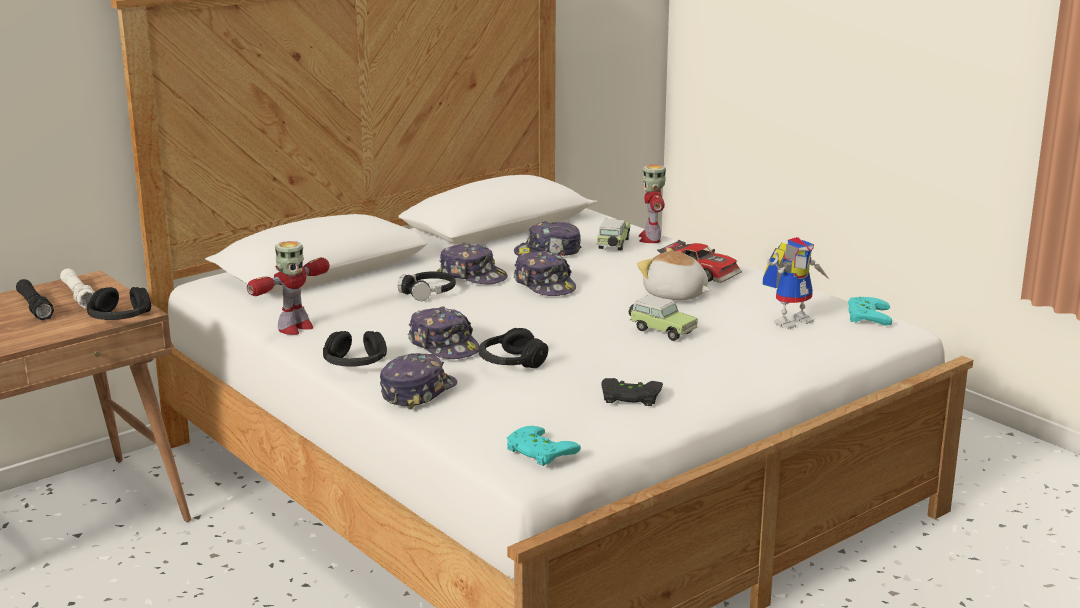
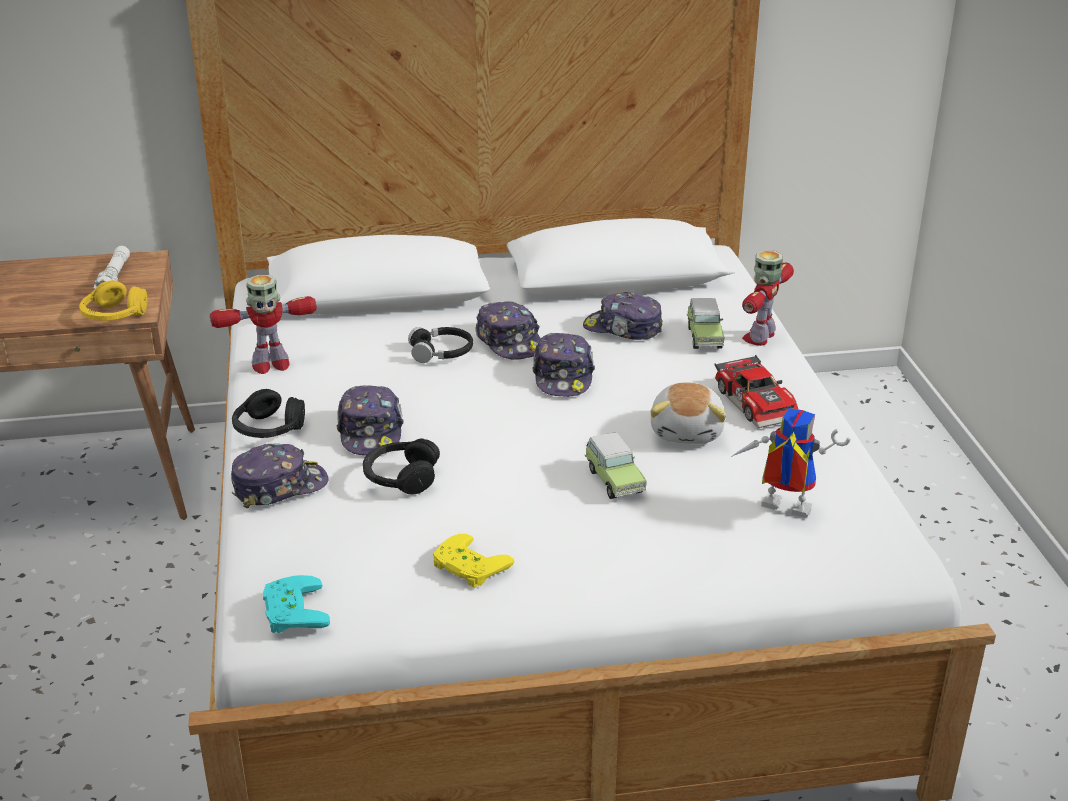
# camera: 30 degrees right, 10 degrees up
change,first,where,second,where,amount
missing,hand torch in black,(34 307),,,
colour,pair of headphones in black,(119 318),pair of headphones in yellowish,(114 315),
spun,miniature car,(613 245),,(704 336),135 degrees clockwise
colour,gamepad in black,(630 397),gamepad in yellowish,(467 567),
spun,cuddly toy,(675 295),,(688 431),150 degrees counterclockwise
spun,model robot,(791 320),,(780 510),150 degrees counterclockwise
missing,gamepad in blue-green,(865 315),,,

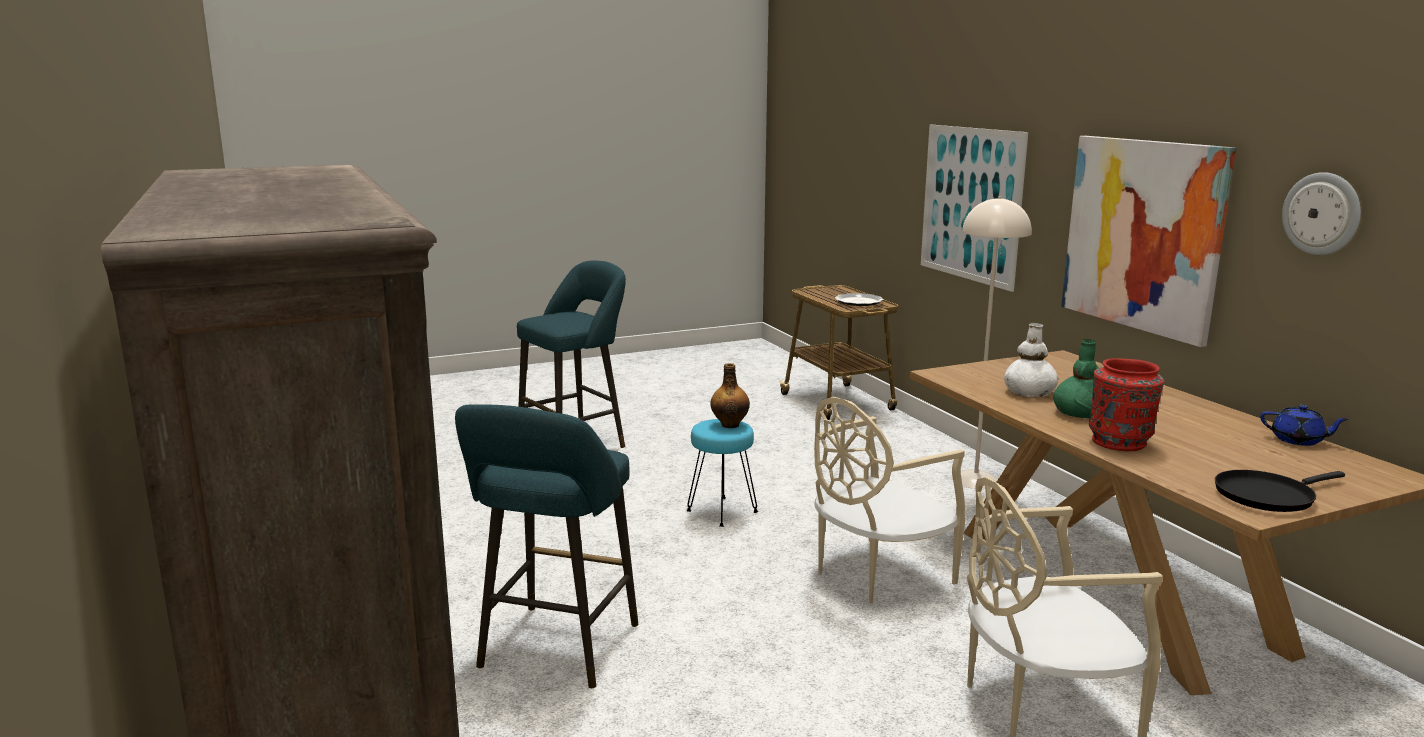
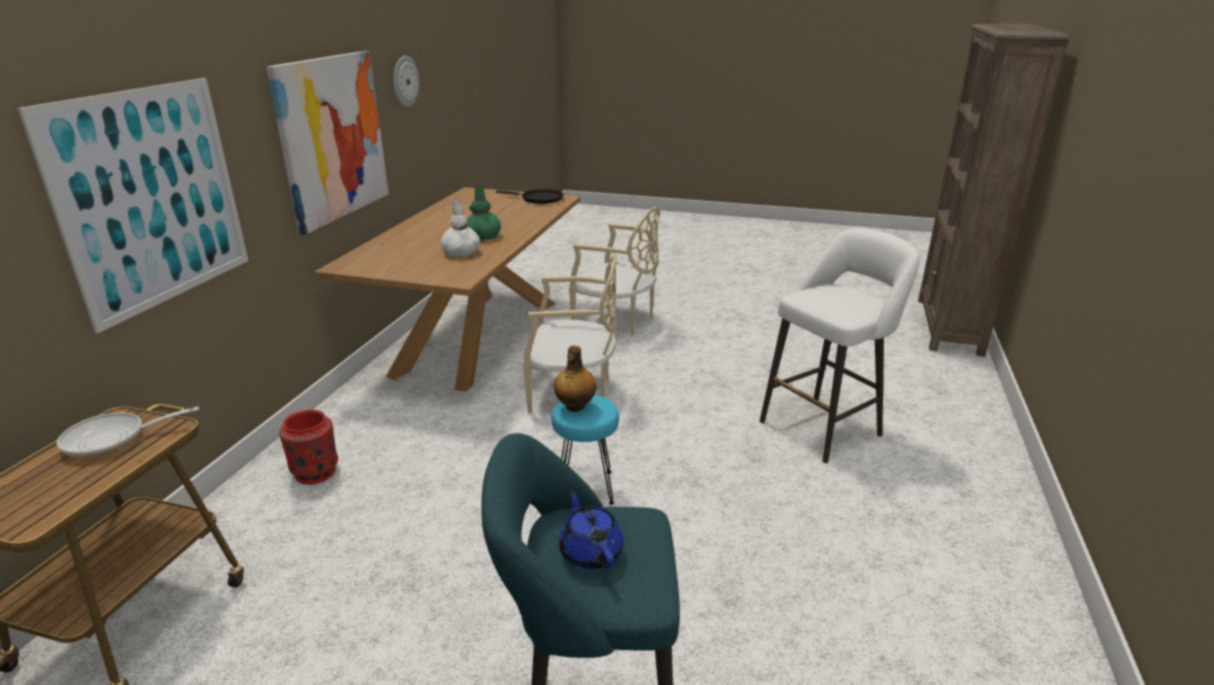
# camera: 140 degrees left, 10 degrees up
change,first,where,second,where,amount
colour,sitting stool in blue-green,(555 650),sitting stool in whitish,(825 426),
exchanged,plate,(858 301),skillet,(112 439),
missing,standing lamp in beige,(976 480),,,
relocated,vase in red,(1120 442),,(315 472),
relocated,pot for tea in bluish,(1298 440),,(591 551),

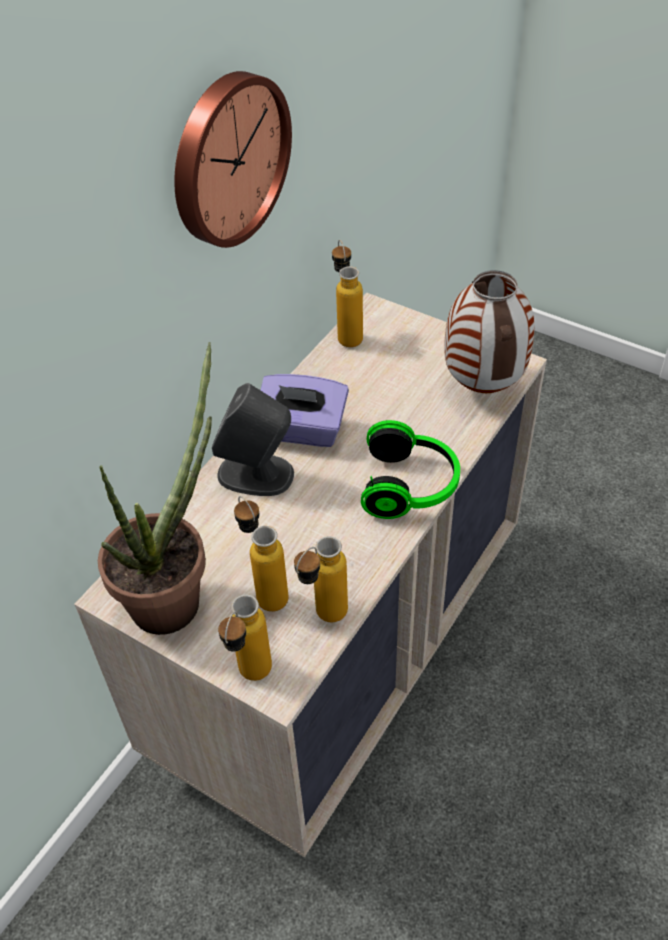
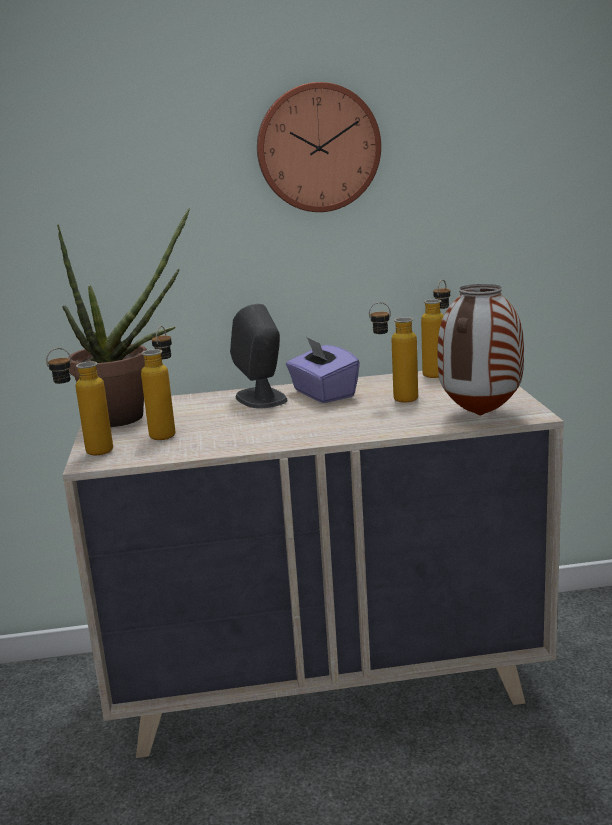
# camera: 50 degrees right, 30 degrees down
change,first,where,second,where,amount
relocated,beverage bottle,(323 619),,(395 400),
missing,pair of headphones,(411 486),,,

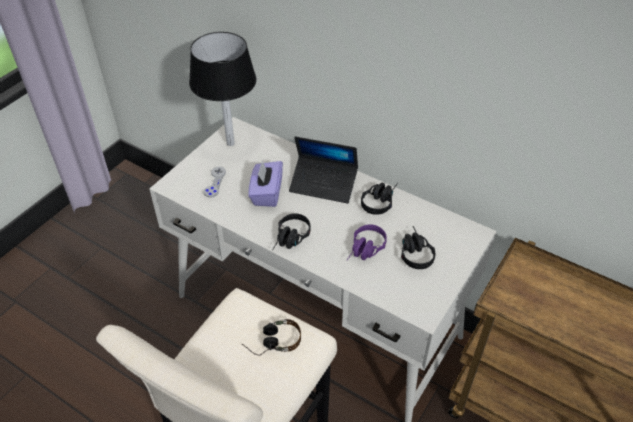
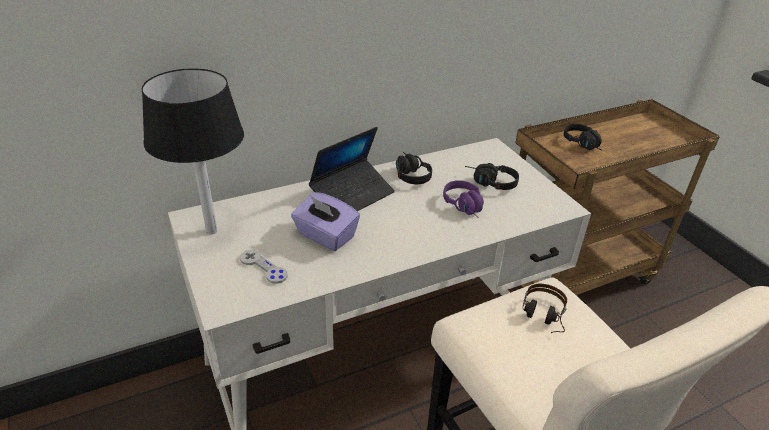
# camera: 60 degrees left, 10 degrees down
change,first,where,second,where,amount
relocated,pair of headphones in black,(290 240),,(584 145),

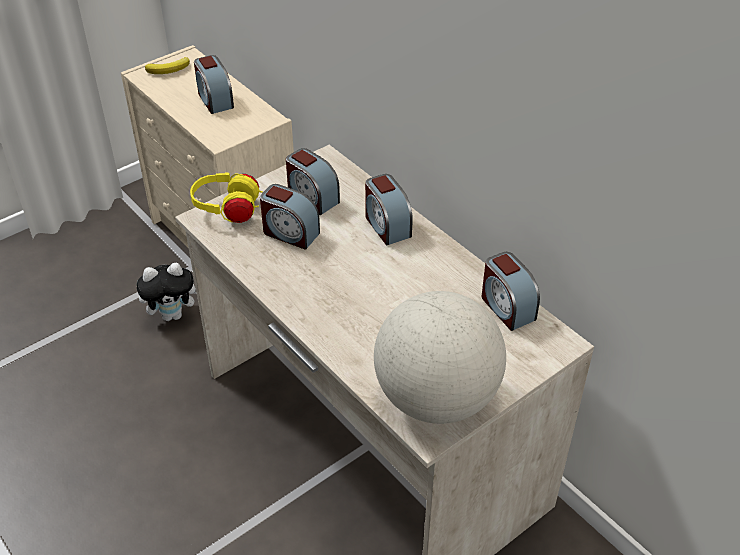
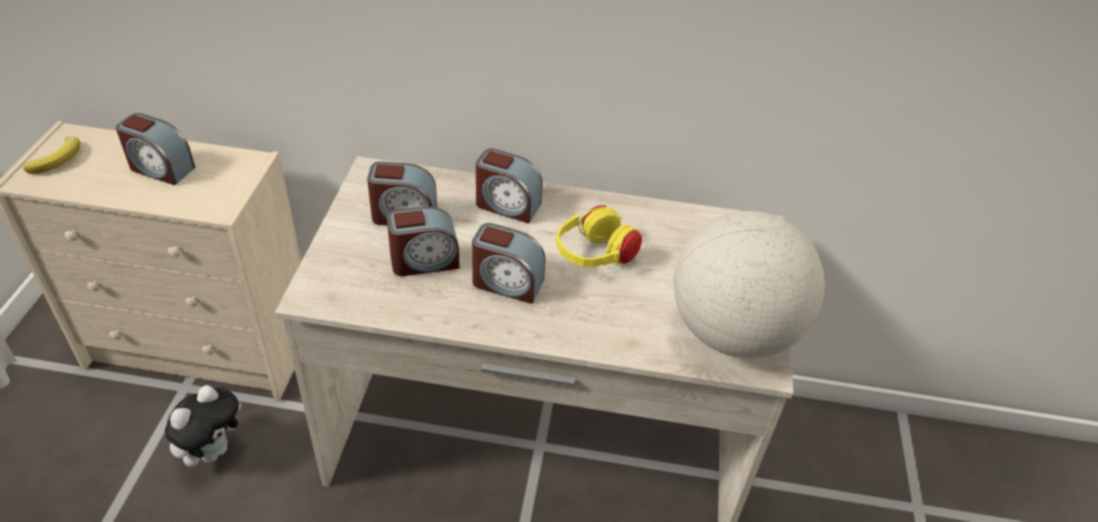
# camera: 45 degrees left, 0 degrees up
change,first,where,second,where,amount
relocated,pair of headphones in yellowish,(228 210),,(595 256),
relocated,alarm clock,(506 307),,(507 283),

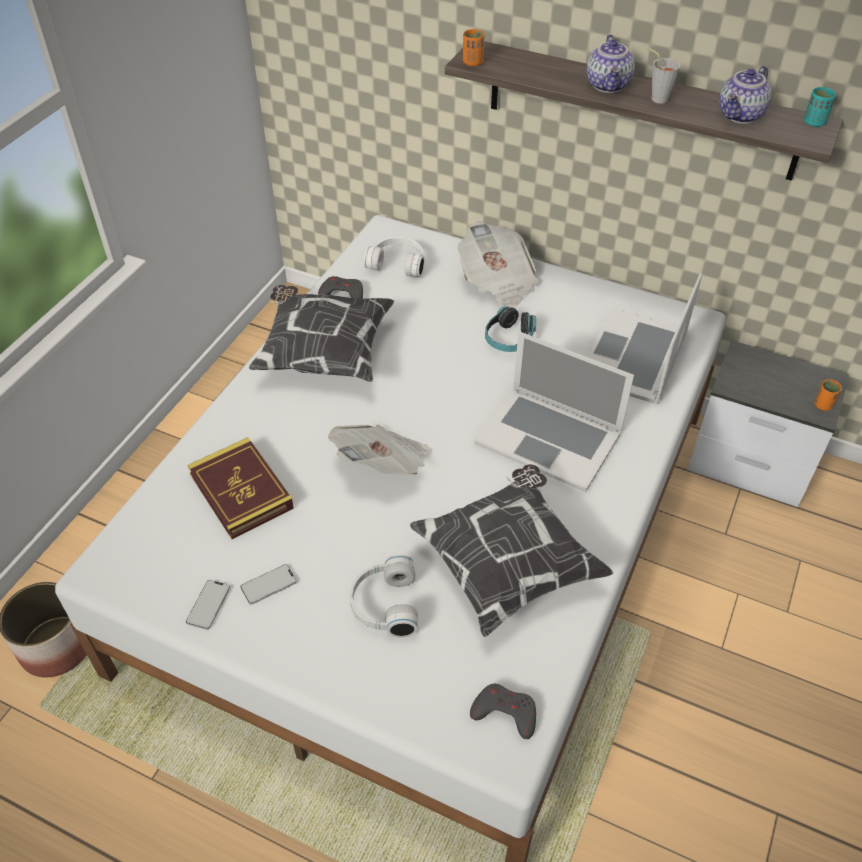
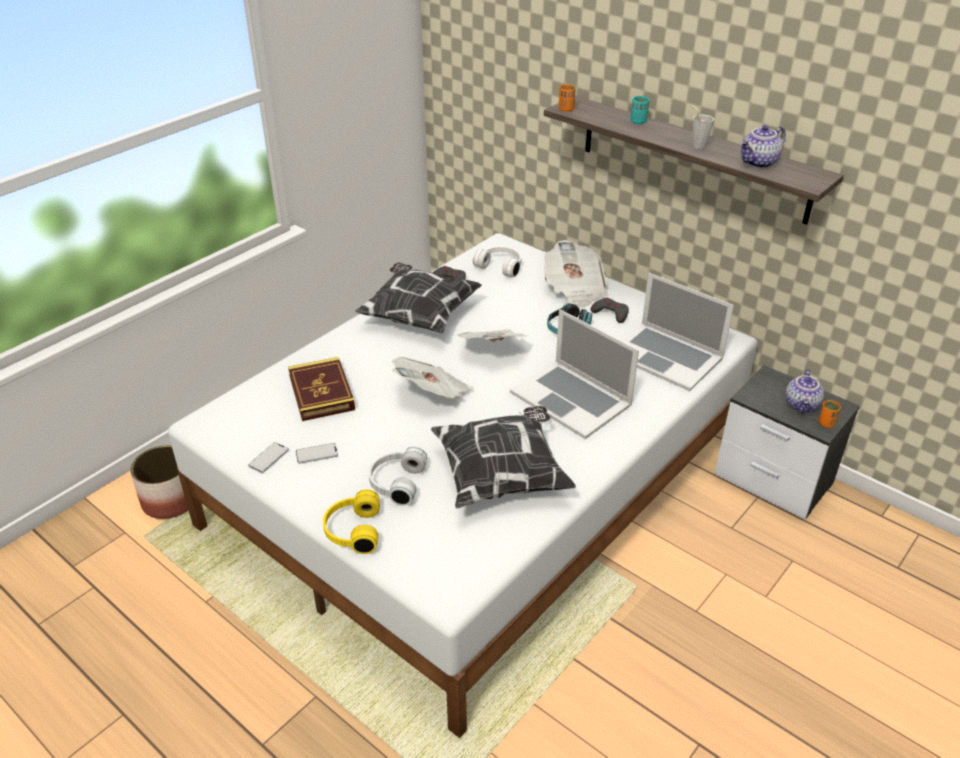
# camera: 15 degrees right, 10 degrees down
change,first,where,second,where,amount
relocated,gamepad in greyish,(505 712),,(610 313),
relocated,pot for tea,(609 85),,(802 405),
spun,notebook computer,(634 356),,(665 356),90 degrees counterclockwise
relocated,small cup in blue-green,(814 122),,(638 121),
appeared,,,pair of headphones in yellowish,(352 530),
appeared,,,daily paper,(493 350),

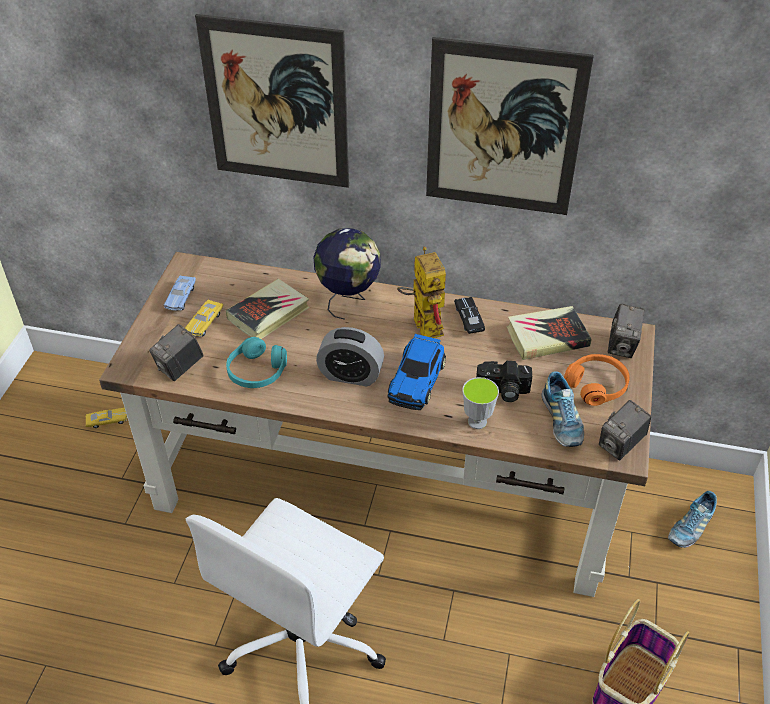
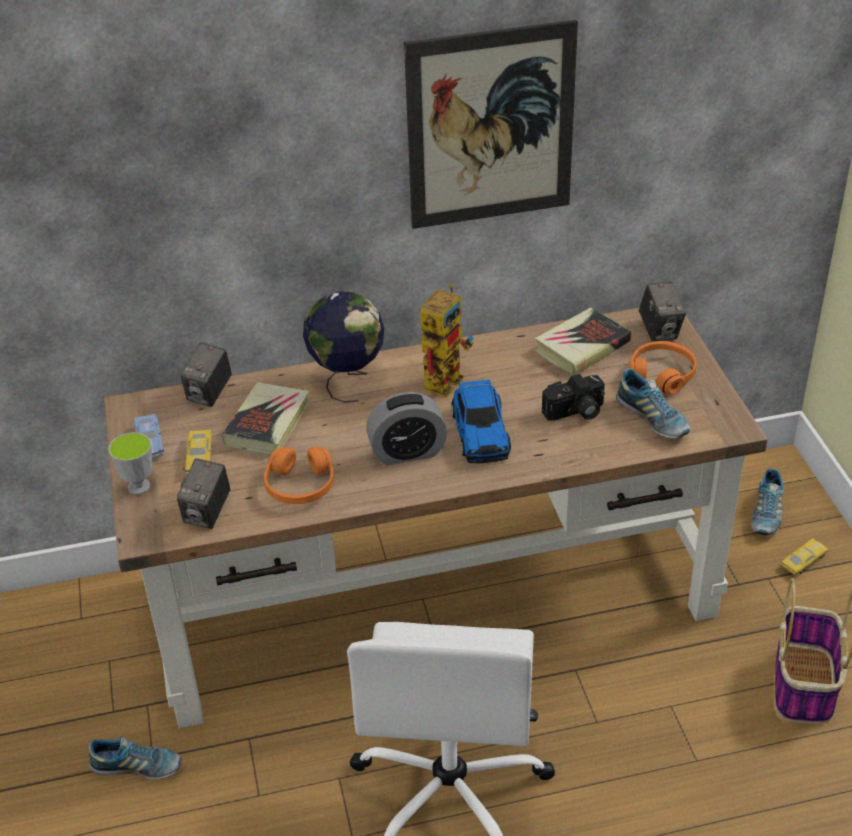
# camera: 25 degrees left, 5 degrees down
change,first,where,second,where,amount
relocated,miniature car in yellowish,(107 421),,(803 561),
missing,picture,(276 104),,,
colour,pair of headphones in blue-green,(256 371),pair of headphones in orangey,(300 485),
spun,model robot,(422 323),,(445 377),75 degrees clockwise
missing,miniature car in black,(469 319),,,
relocated,small cup,(477 422),,(139 487),
relocated,still camera,(620 445),,(209 394),
appeared,,,shoe,(137 767),

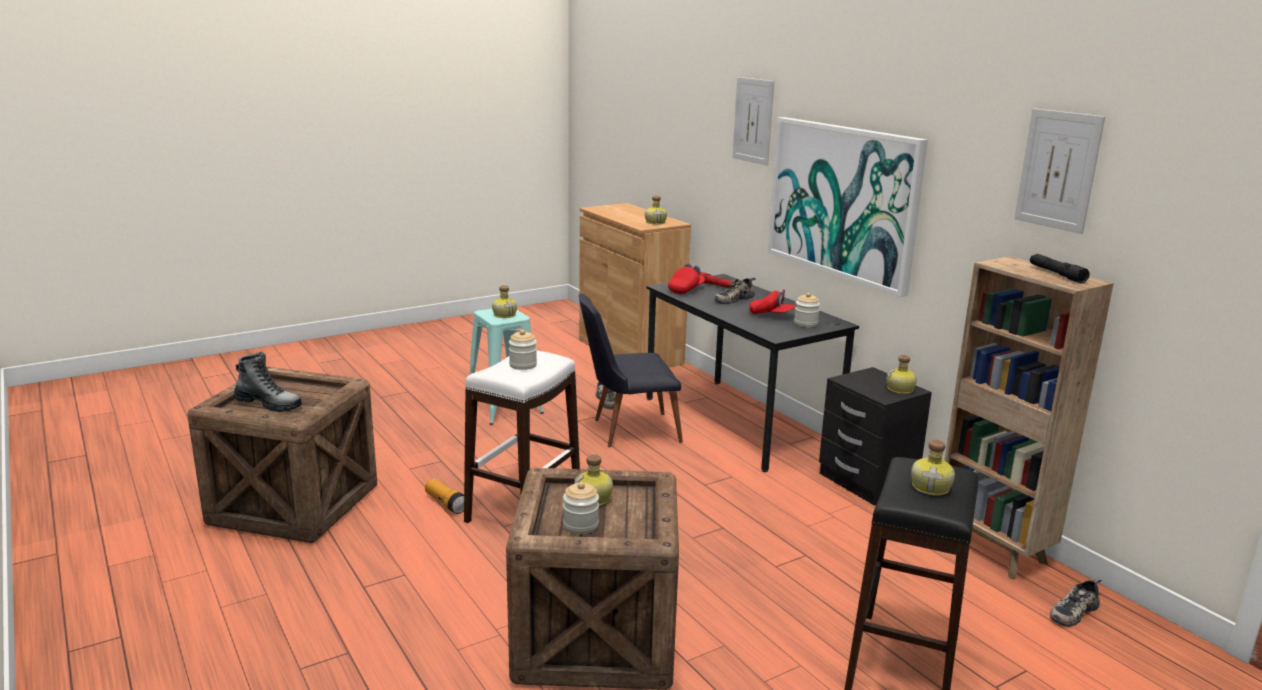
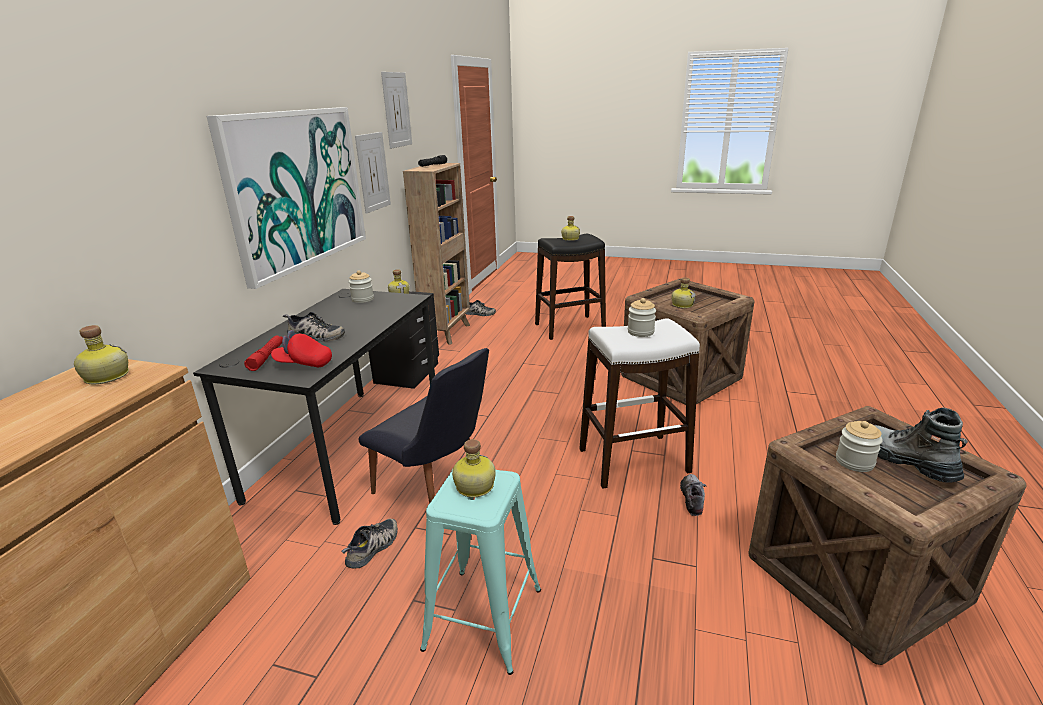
# camera: 130 degrees left, 5 degrees up
change,first,where,second,where,amount
exchanged,hand torch,(445 504),shoe,(692 498),
relocated,storage jar,(580 525),,(854 462),
relocated,picture,(753 120),,(373 172),
missing,baseball cap in red,(771 315),,,

